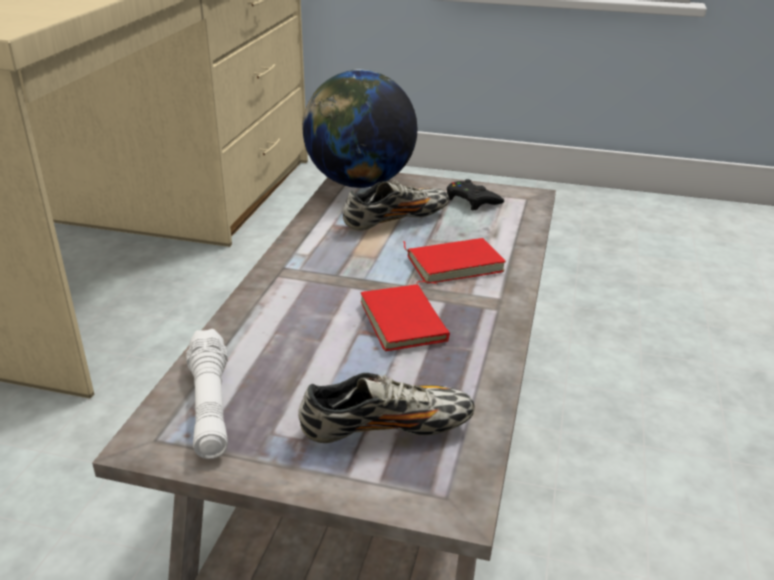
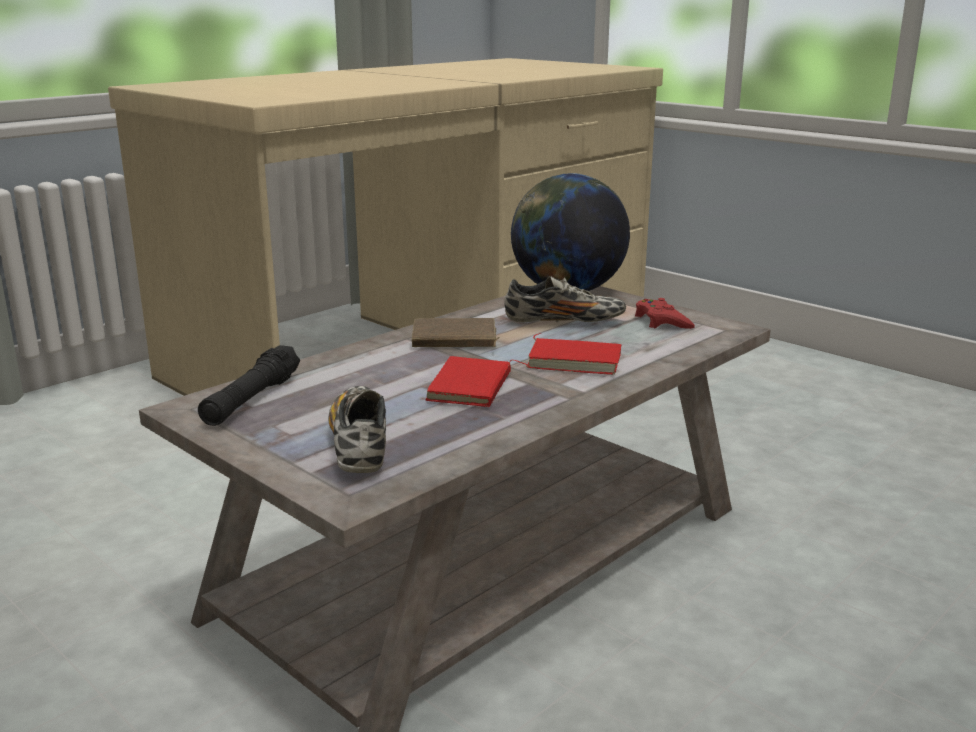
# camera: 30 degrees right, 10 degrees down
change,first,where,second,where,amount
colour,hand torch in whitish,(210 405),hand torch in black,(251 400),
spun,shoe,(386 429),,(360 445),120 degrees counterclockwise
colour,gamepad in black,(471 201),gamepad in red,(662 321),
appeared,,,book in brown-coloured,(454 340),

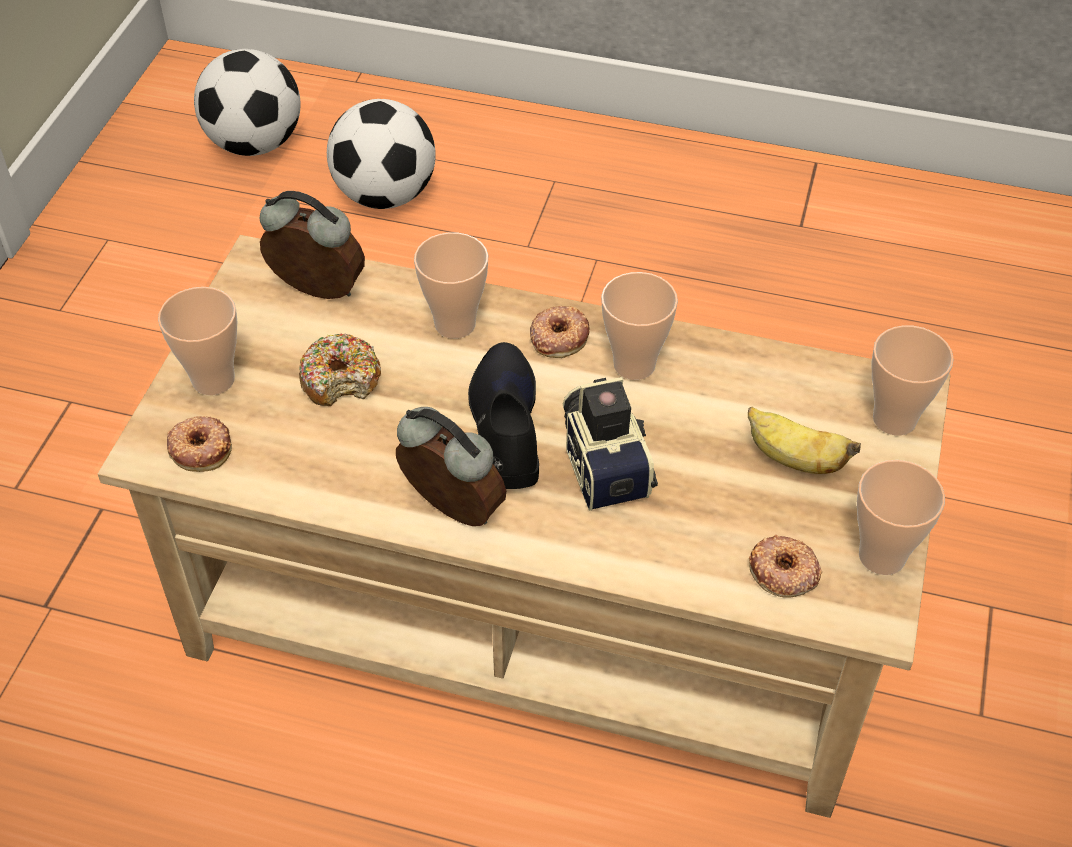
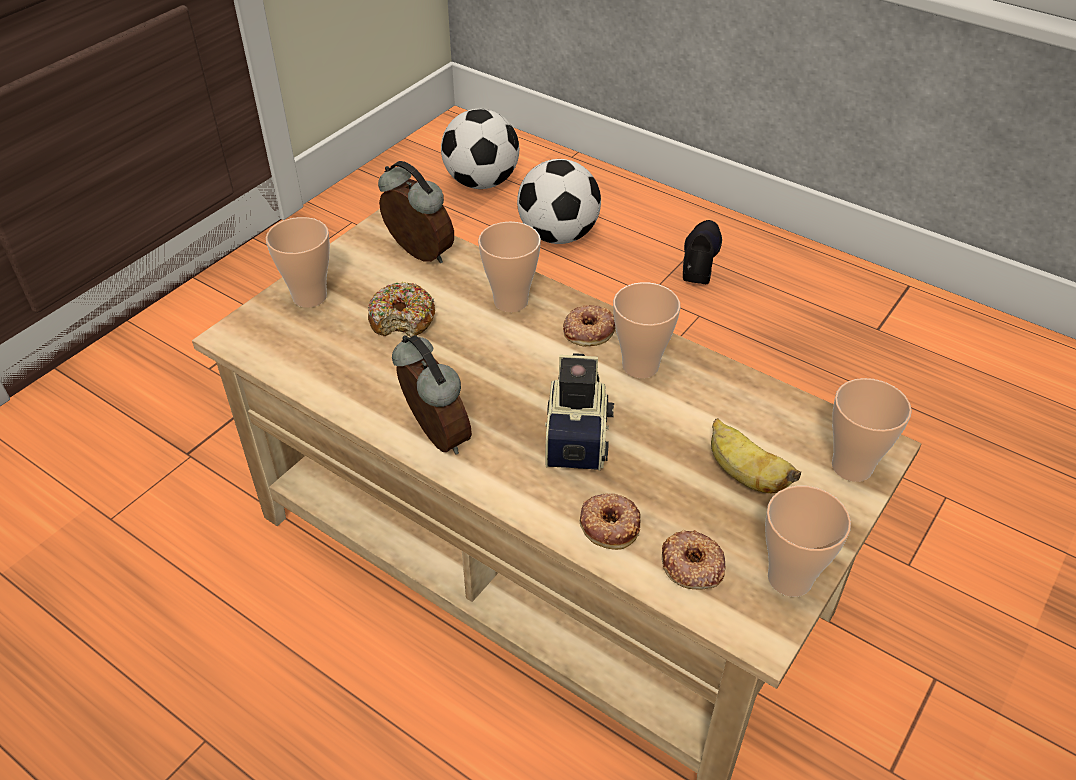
# camera: 20 degrees right, 5 degrees down
change,first,where,second,where,amount
relocated,ring doughnut,(201 448),,(610 524),
relocated,shoe in black,(506 425),,(700 258),

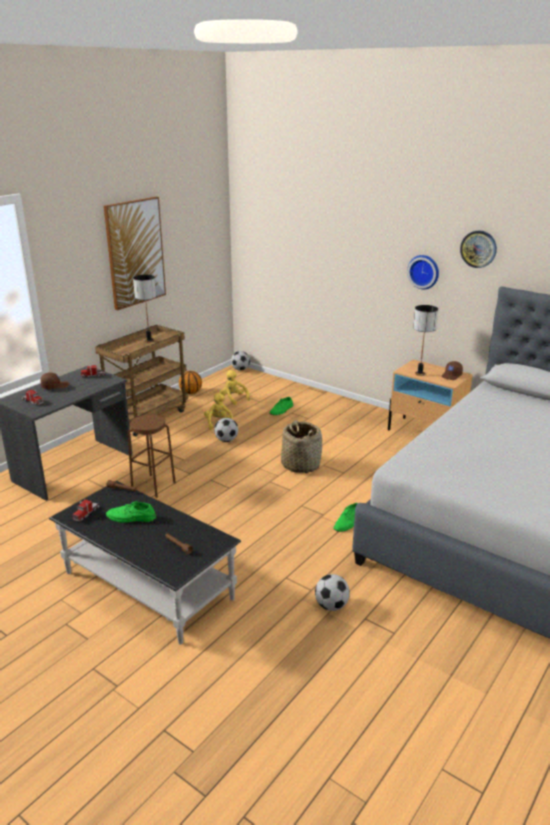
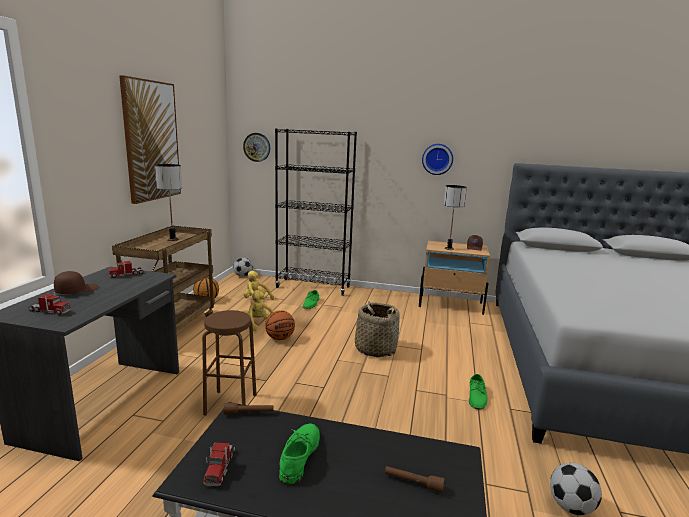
# camera: 25 degrees left, 10 degrees down
change,first,where,second,where,amount
spun,shoe in green,(131 517),,(299 455),120 degrees clockwise
exchanged,football,(226 440),basketball,(280 338),
relocated,clock on the wall,(478 249),,(257 147),
appeared,,,bookcase in black,(313 287),

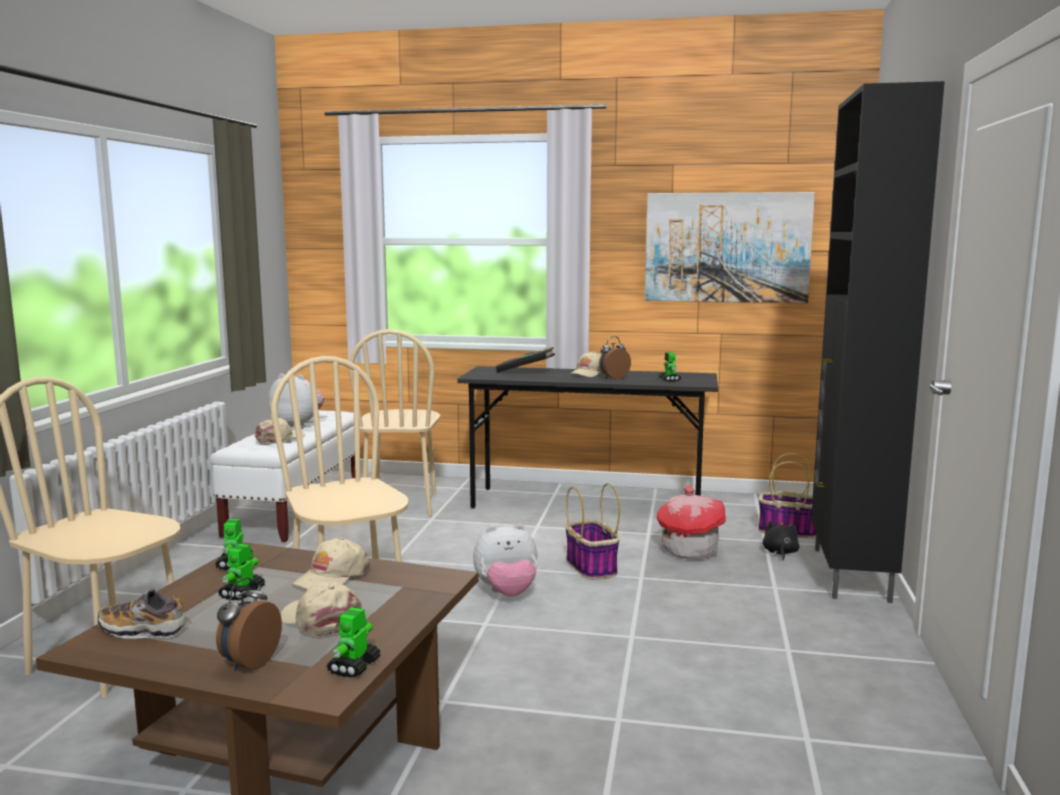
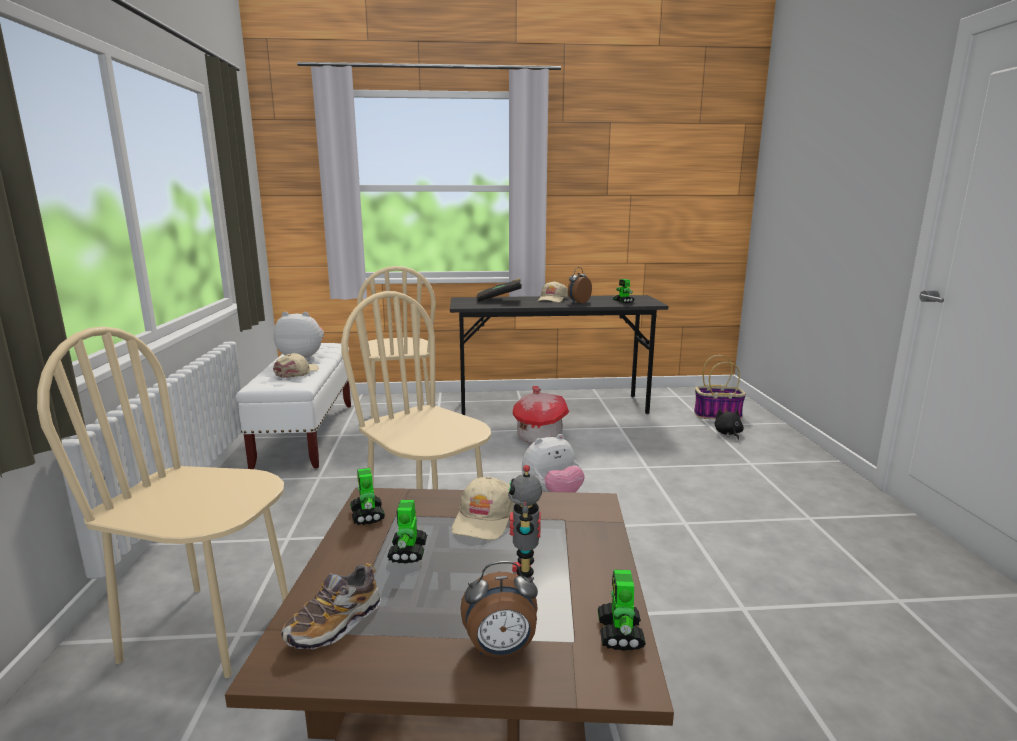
# camera: 15 degrees left, 5 degrees up
change,first,where,second,where,amount
spun,shoe,(142 631),,(335 624),45 degrees counterclockwise
spun,alarm clock,(248 663),,(501 650),105 degrees counterclockwise
exchanged,baseball cap in beige,(320 620),model robot,(524 575),
missing,household basket,(590 566),,,
missing,picture,(727 247),,,
relocated,model house,(690 550),,(540 437),
missing,storage cabinet in black,(849 575),,,

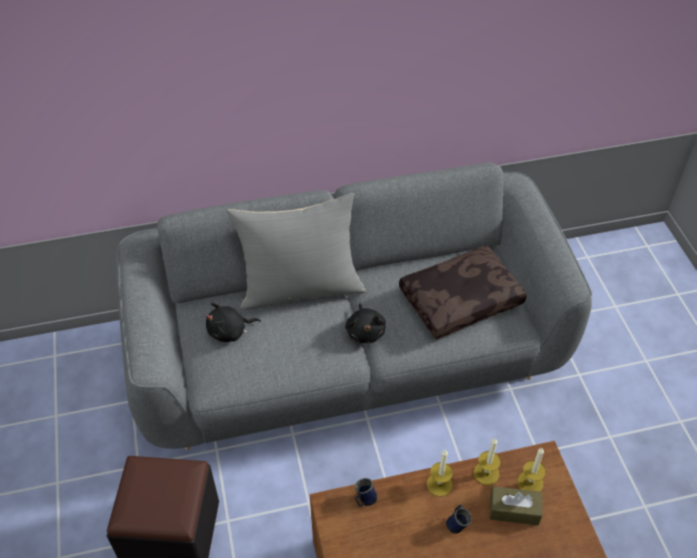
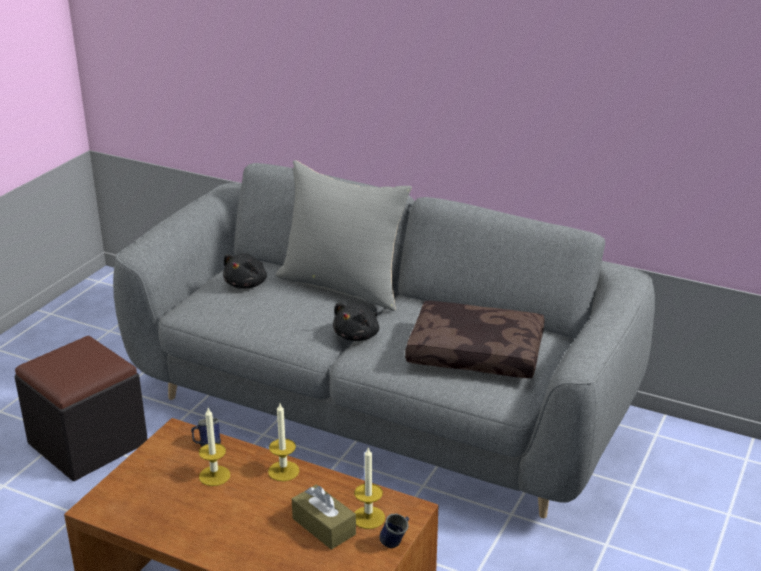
# camera: 40 degrees right, 20 degrees down
change,first,where,second,where,amount
spun,cuddly toy in black,(230 331),,(247 284),90 degrees counterclockwise
relocated,coffee mug in bluish,(457 523),,(396 542),
relocated,wax candle,(486 473),,(214 475),

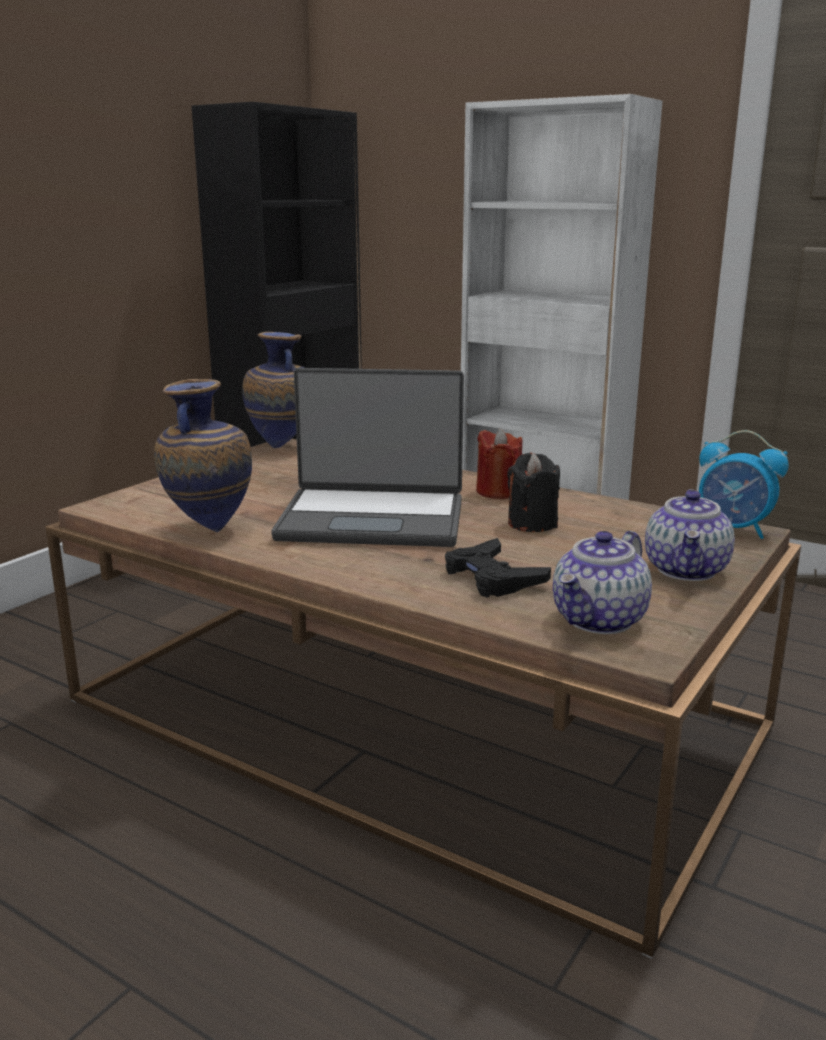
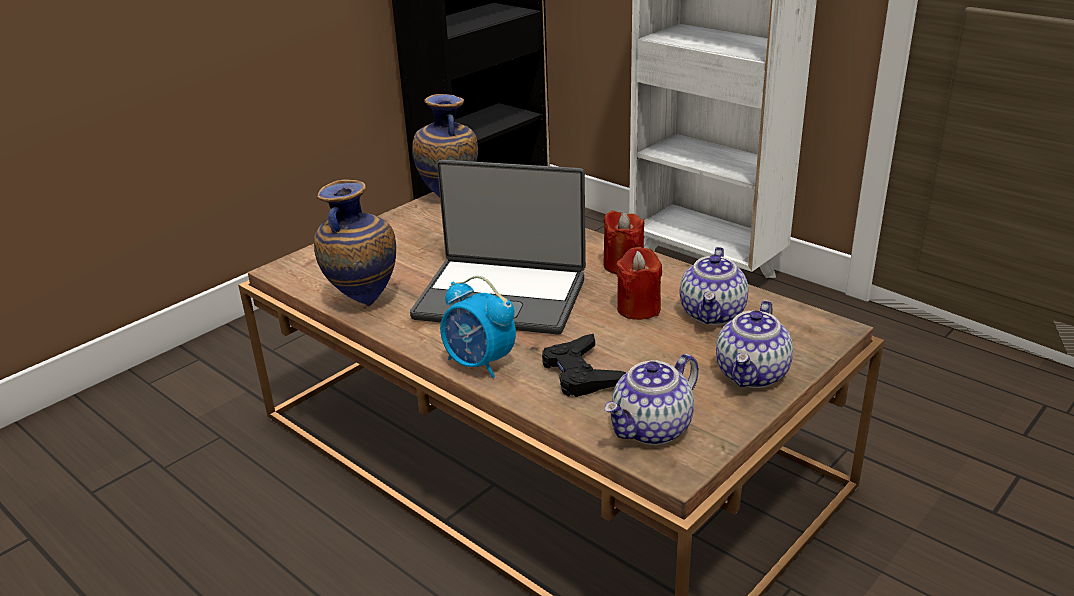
# camera: 10 degrees right, 10 degrees up
change,first,where,second,where,amount
colour,wax candle in black,(532 524),wax candle in red,(638 309),
relocated,alarm clock,(733 530),,(479 364),
appeared,,,pot for tea,(713 314),

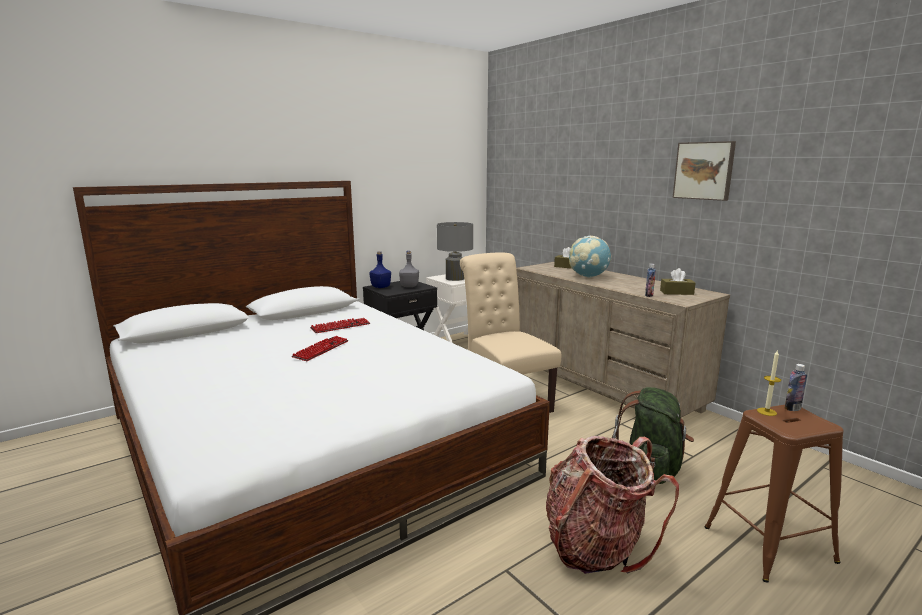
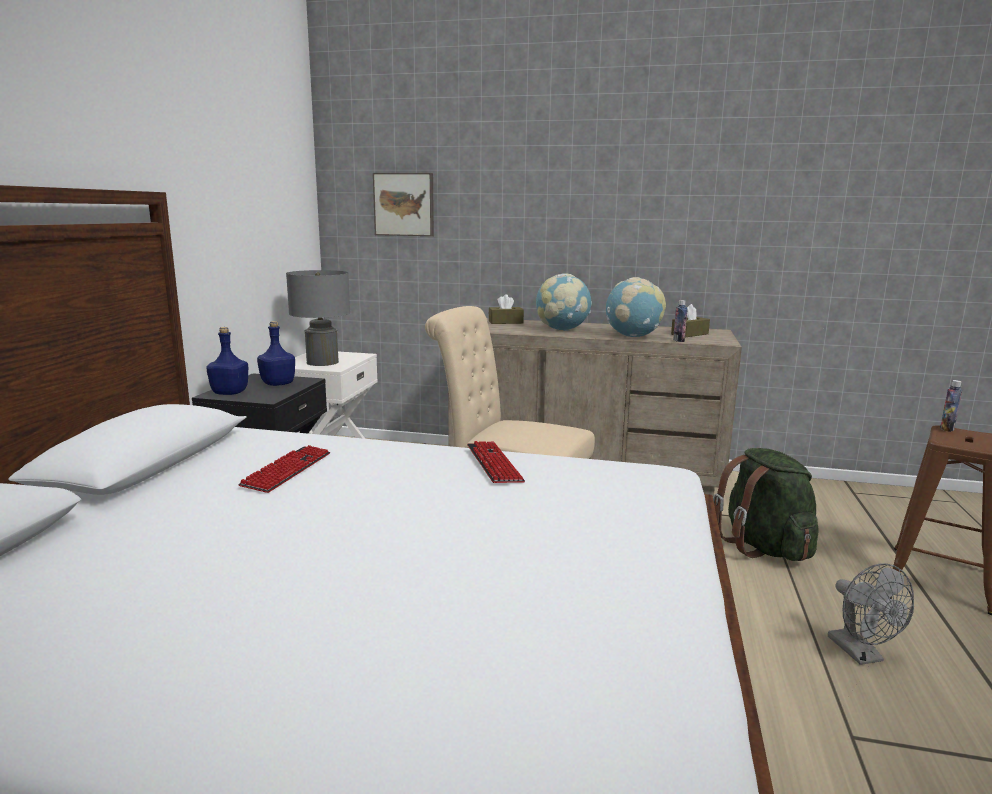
# camera: 40 degrees left, 0 degrees up
change,first,where,second,where,amount
relocated,computer keyboard,(321 349),,(494 464),
colour,beverage bottle in greyish,(409 286),beverage bottle in bluish,(278 384),
exchanged,knapsack,(596 545),cooling fan in greyish,(861 654),
relocated,picture,(704 170),,(404 204),
missing,wax candle,(766 412),,,
appeared,,,world globe,(633 336),

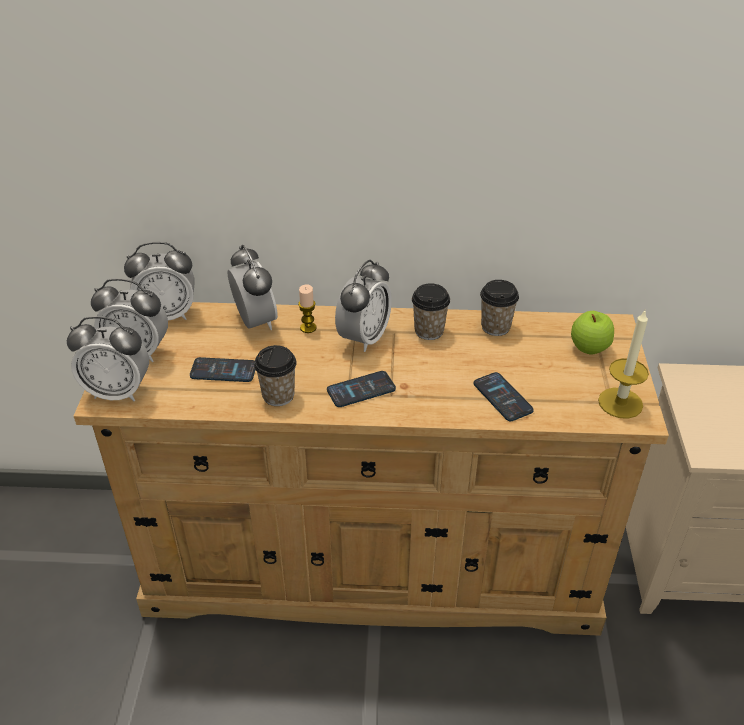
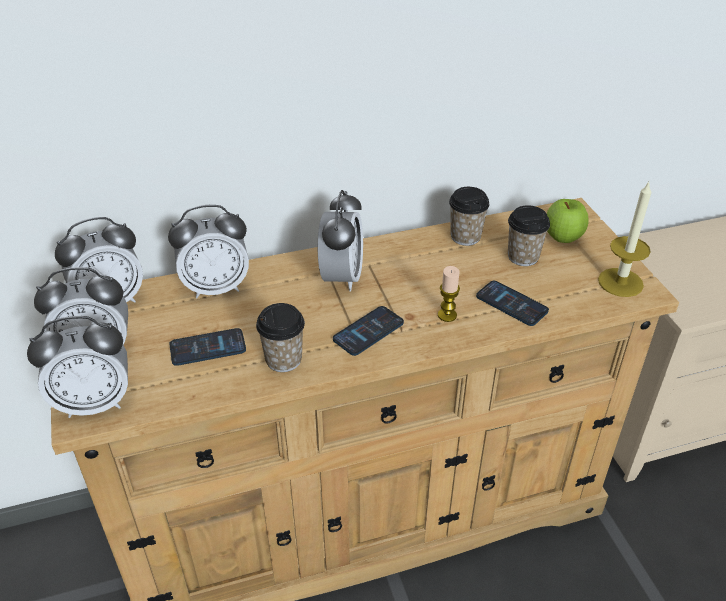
# camera: 20 degrees left, 0 degrees up
change,first,where,second,where,amount
spun,alarm clock,(255 322),,(216 287),120 degrees clockwise
relocated,wax candle,(308 328),,(447 315),
relocated,small cup,(429 331),,(523 257),

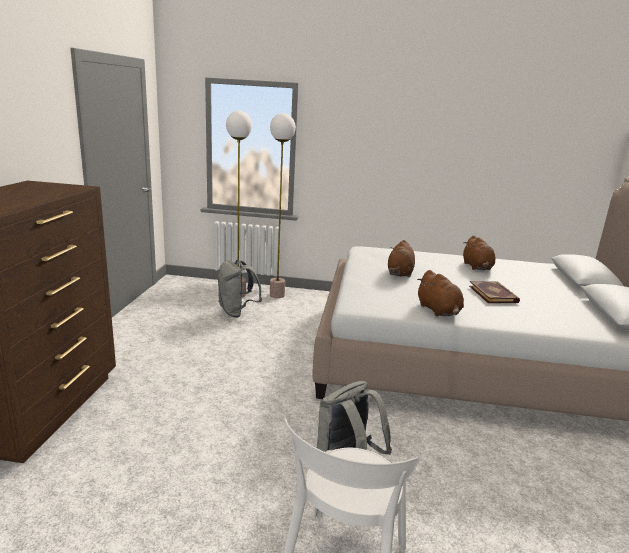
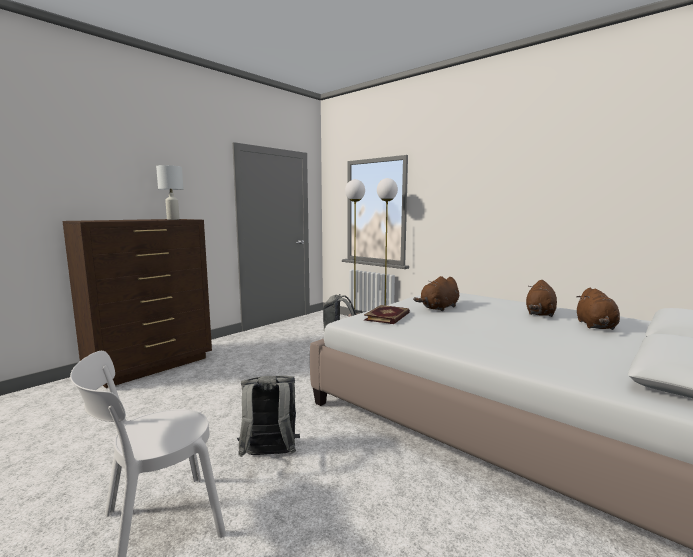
# camera: 35 degrees right, 10 degrees down
change,first,where,second,where,amount
relocated,cuddly toy in brown-coloured,(439 311),,(596 326),
relocated,book,(493 294),,(388 317),
appeared,,,tabletop lamp in whitish,(173 219),

